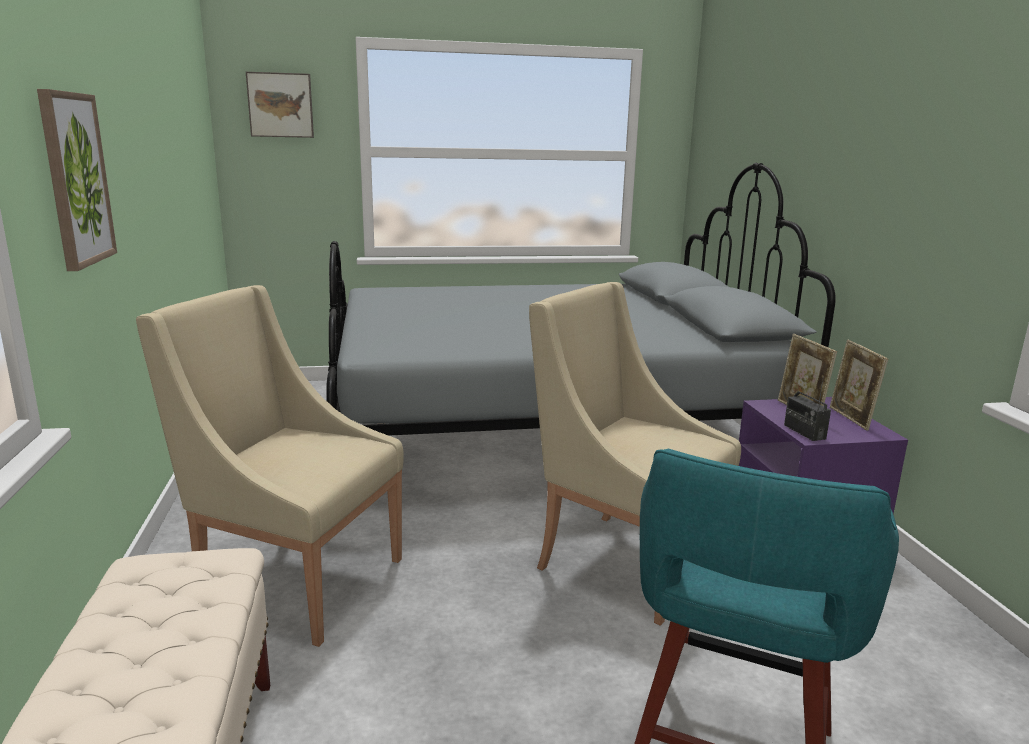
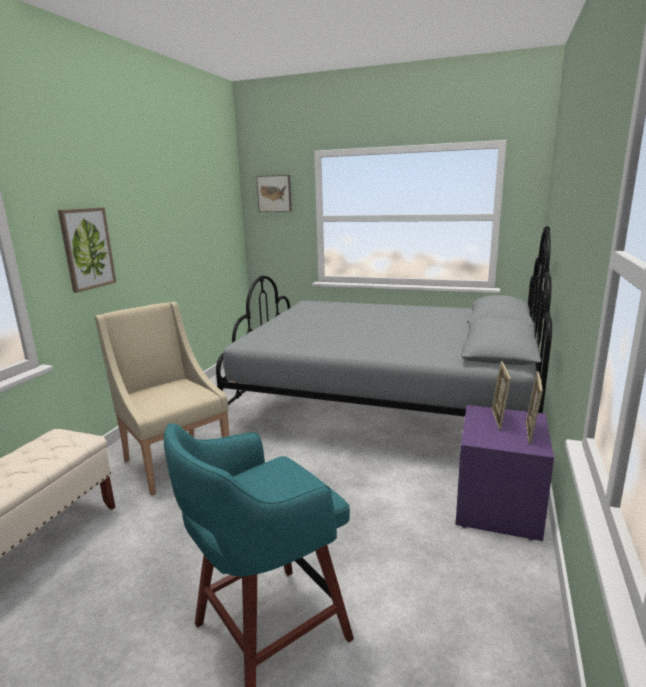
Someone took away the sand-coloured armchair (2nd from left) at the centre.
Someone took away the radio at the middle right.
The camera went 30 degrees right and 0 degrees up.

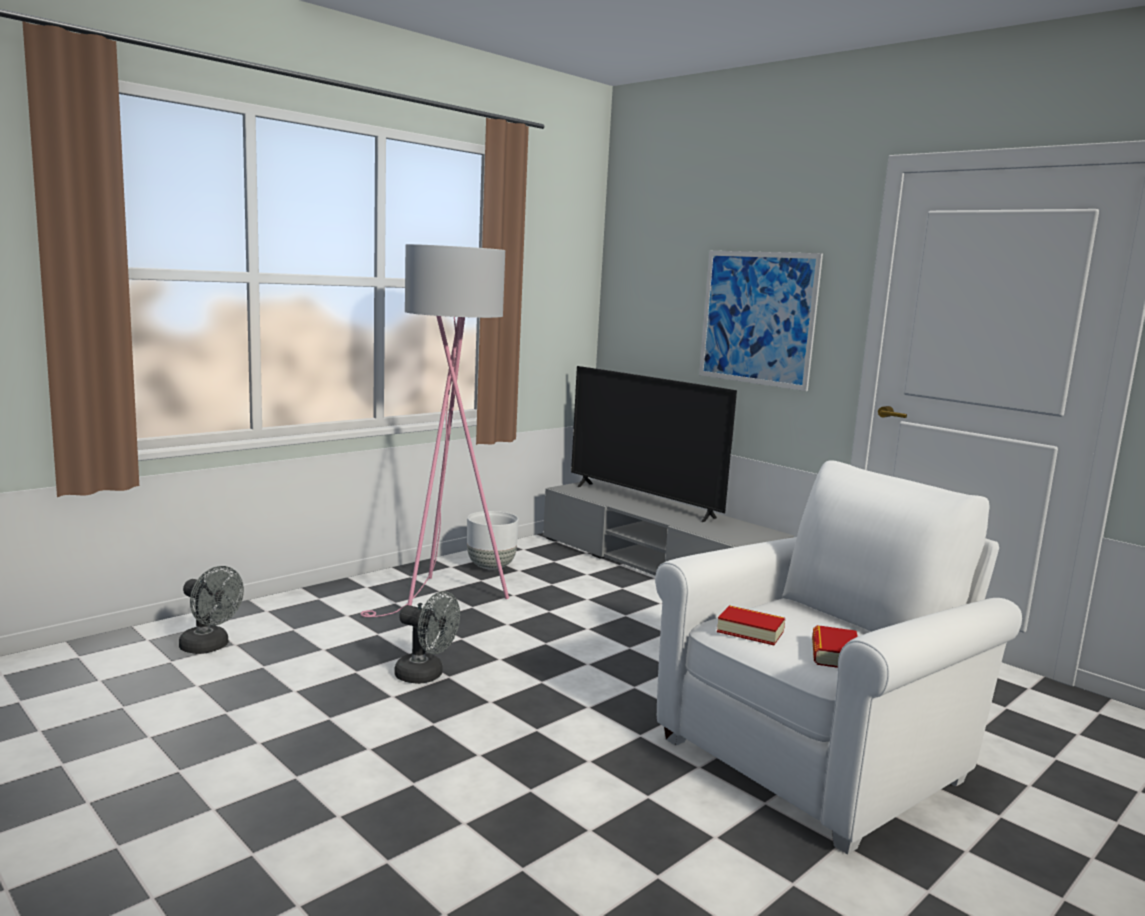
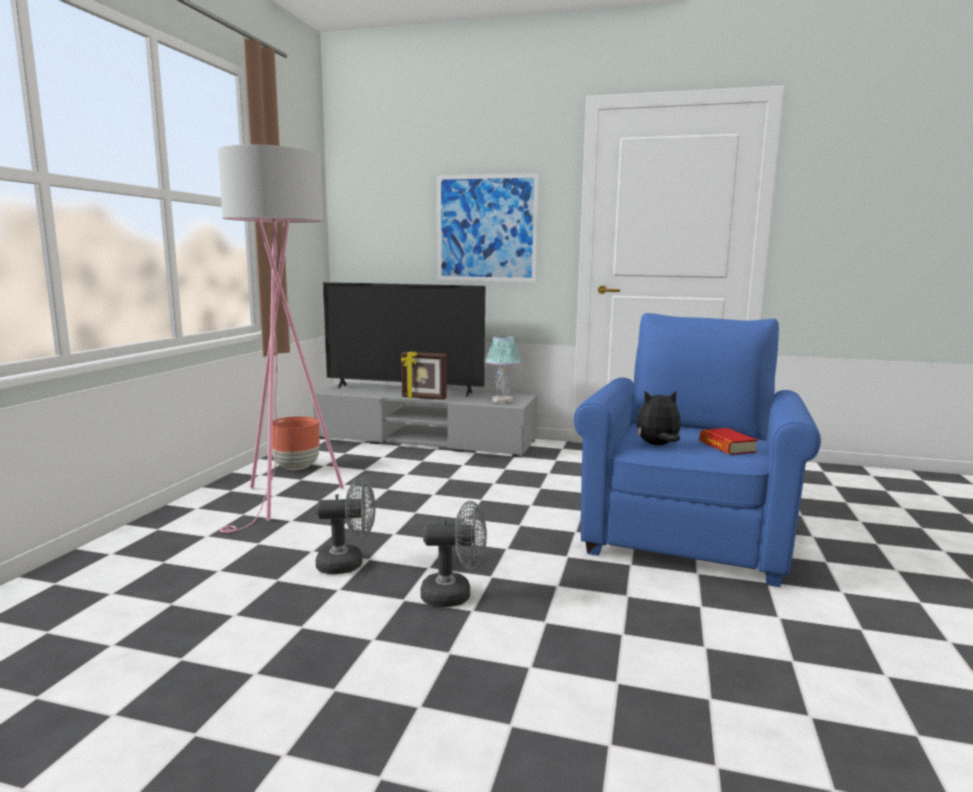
Someone repainted the whitish armchair at the bottom right, which became the blue-coloured armchair at the middle right.
Someone repainted the whitish plant pot at the centre, which became the brownish plant pot at the middle left.
Someone carried the gray fan (1st from left in the first image) from the middle left to the bottom centre.
Someone swapped the volume (1st from left) at the bottom centre for the plush toy at the middle right.
Someone put down the tabletop lamp at the centre.
Someone put down the picture frame at the centre.
The camera went 30 degrees left and 0 degrees up.

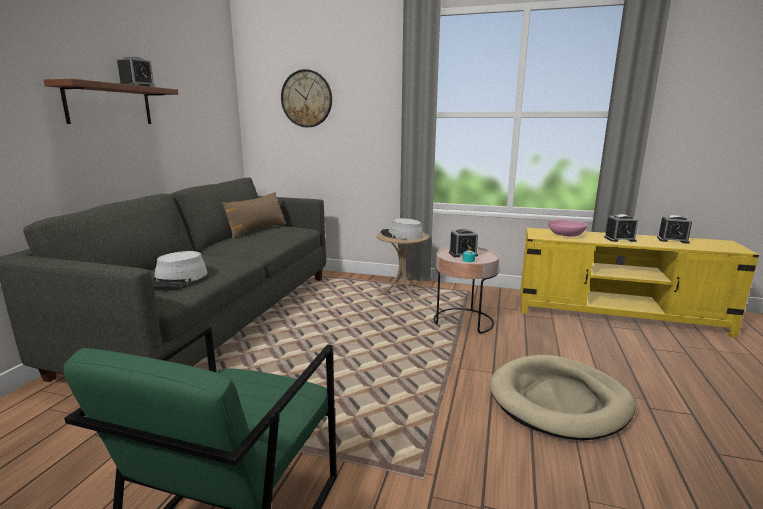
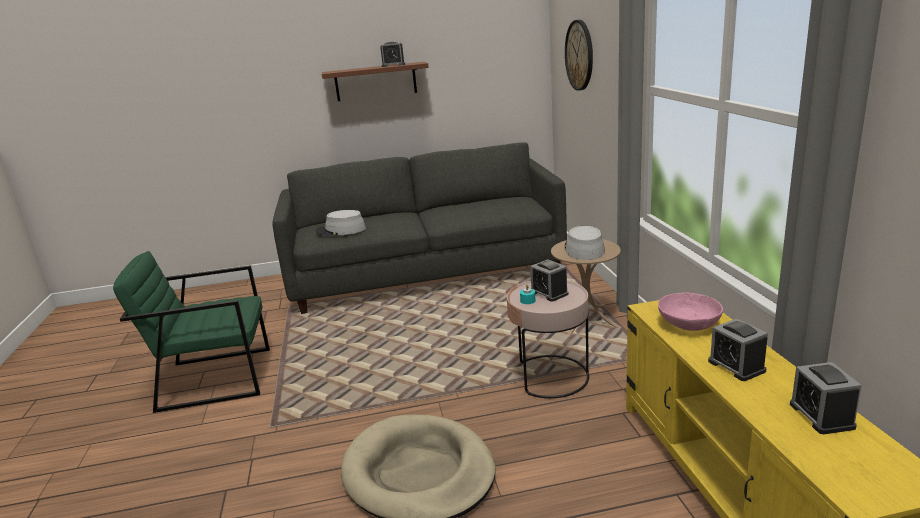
Someone took away the brownish pillow at the middle left.
The camera went 65 degrees right and 5 degrees up.

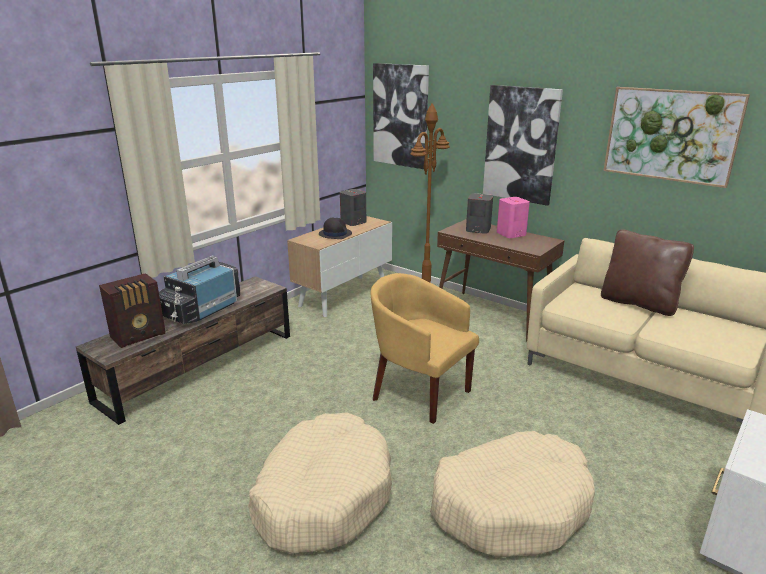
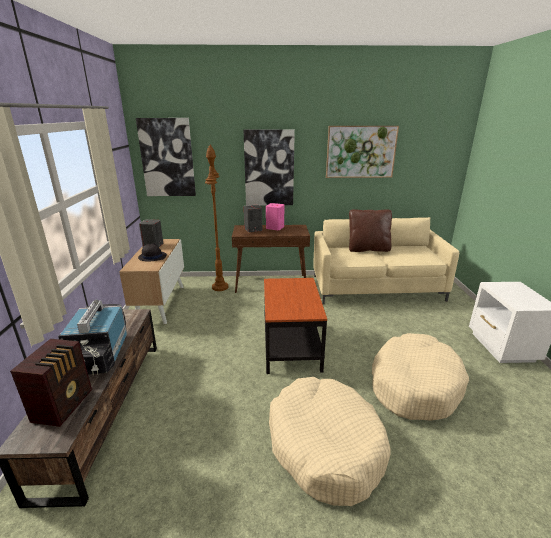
Someone swapped the yellow armchair at the centre for the accent table at the centre.
The camera went 40 degrees left and 0 degrees up.

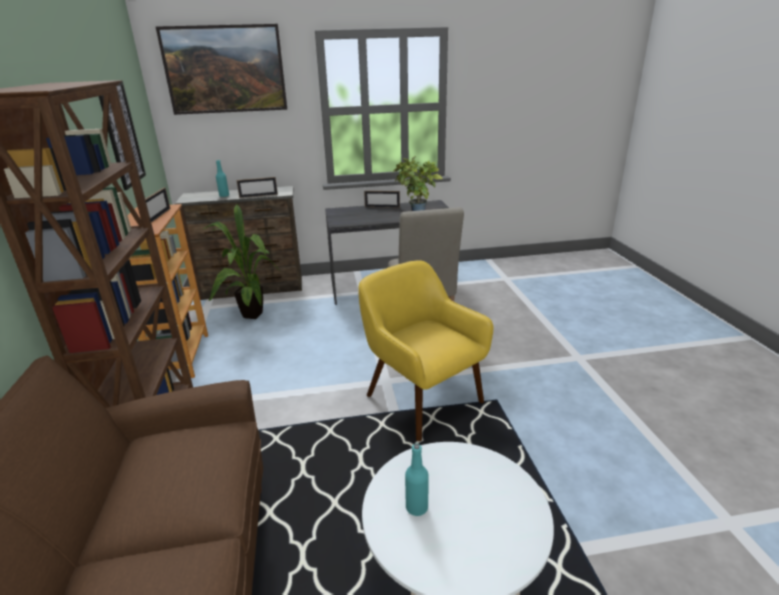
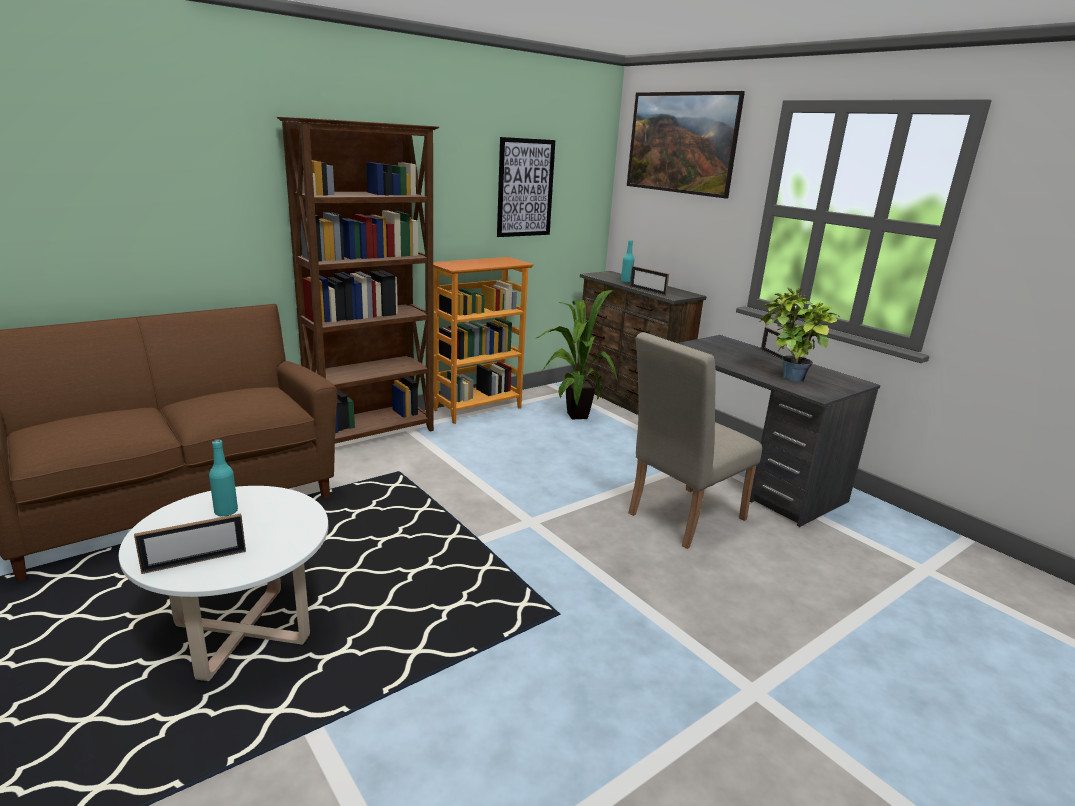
Someone carried the picture frame (1st from left) from the middle left to the bottom left.
Someone took away the yellow armchair at the centre.
The camera went 60 degrees right and 5 degrees down.

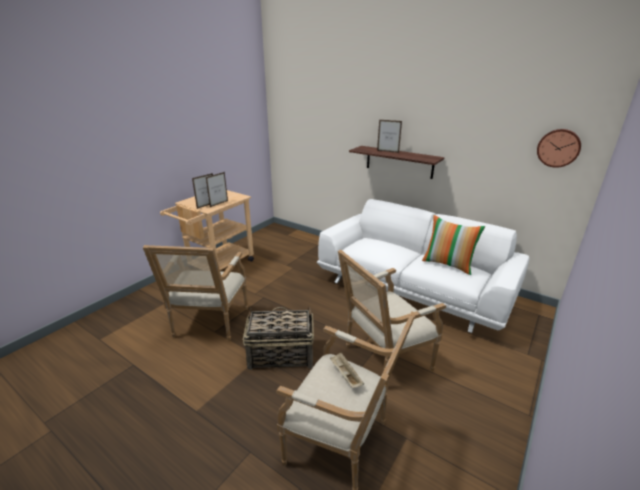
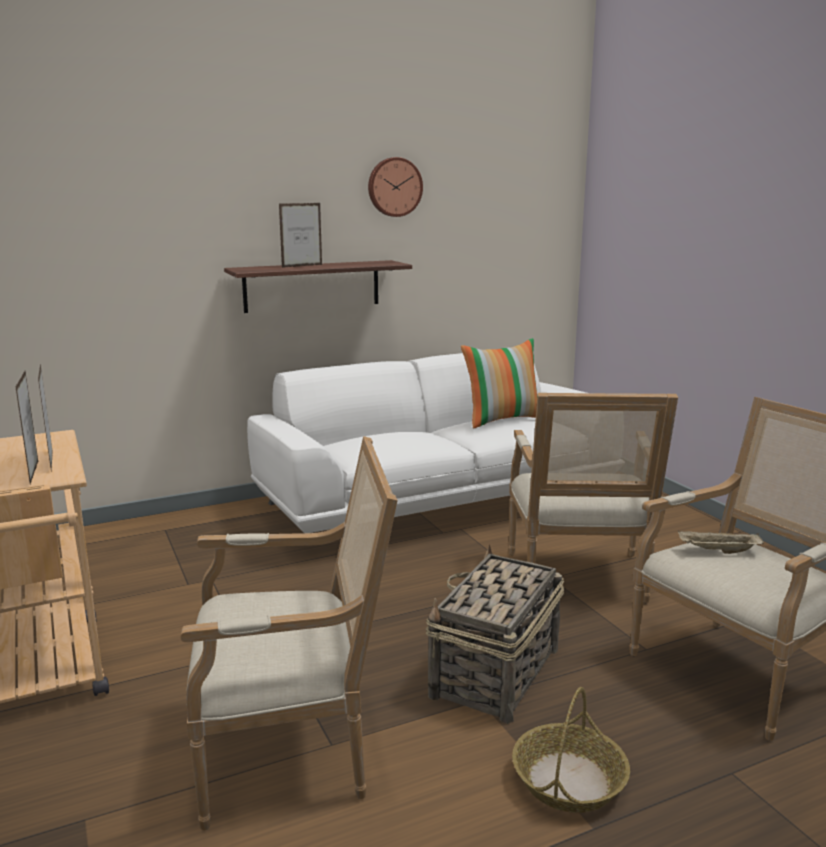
Someone carried the hanging clock from the top right to the top centre.
Someone rotated the armchair (1st from left) at the middle left by 45 degrees counterclockwise.
Someone put down the storage basket (2nd from left) at the bottom right.
The camera went 60 degrees left and 10 degrees down.

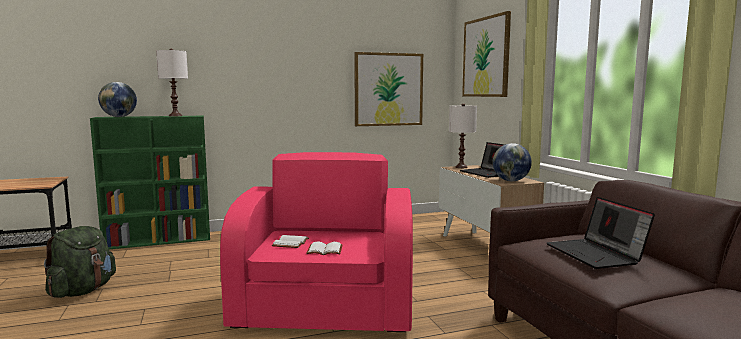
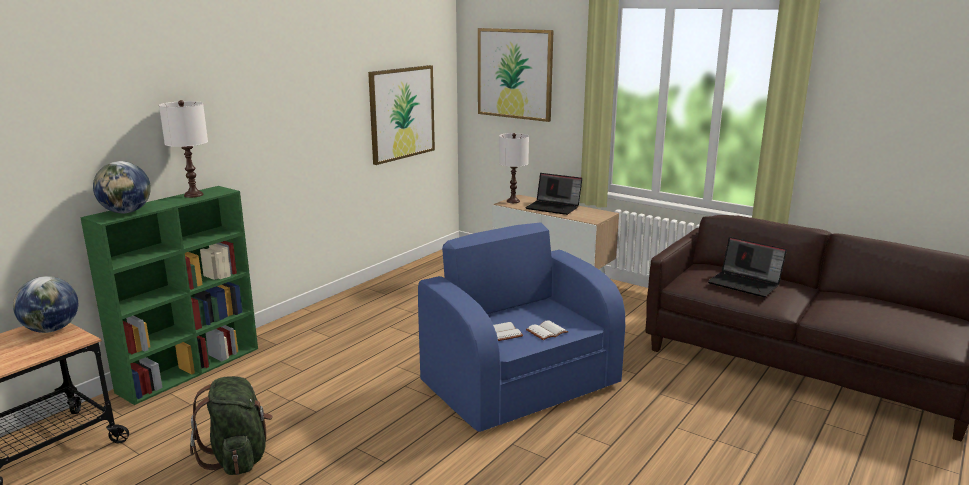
Someone carried the desk globe (2nd from left in the first image) from the middle right to the middle left.
Someone repainted the pinkish armchair at the bottom centre, which became the blue-coloured armchair at the bottom centre.
The camera went 35 degrees left and 10 degrees up.

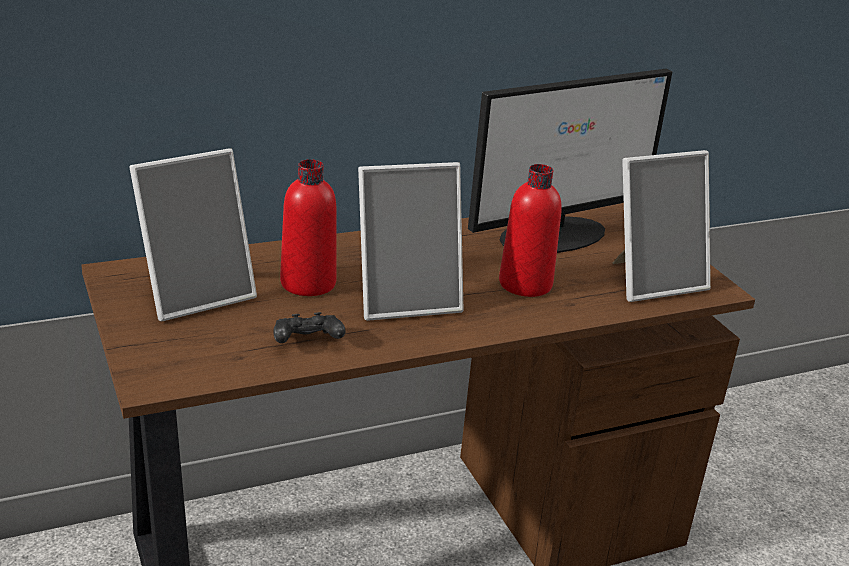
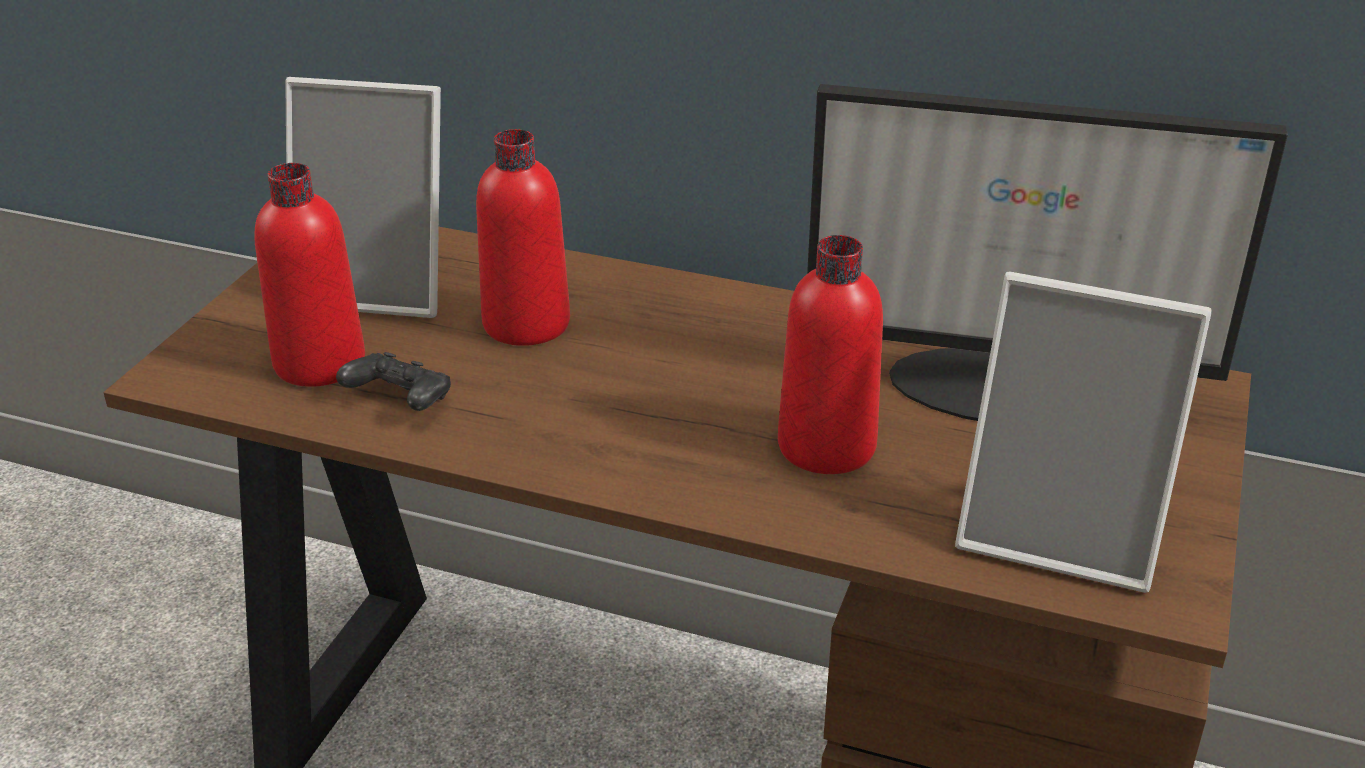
Someone took away the picture frame (2nd from left) at the centre.
Someone put down the red-coloured drink bottle (1st from left) at the middle left.
The camera went 45 degrees right and 5 degrees up.

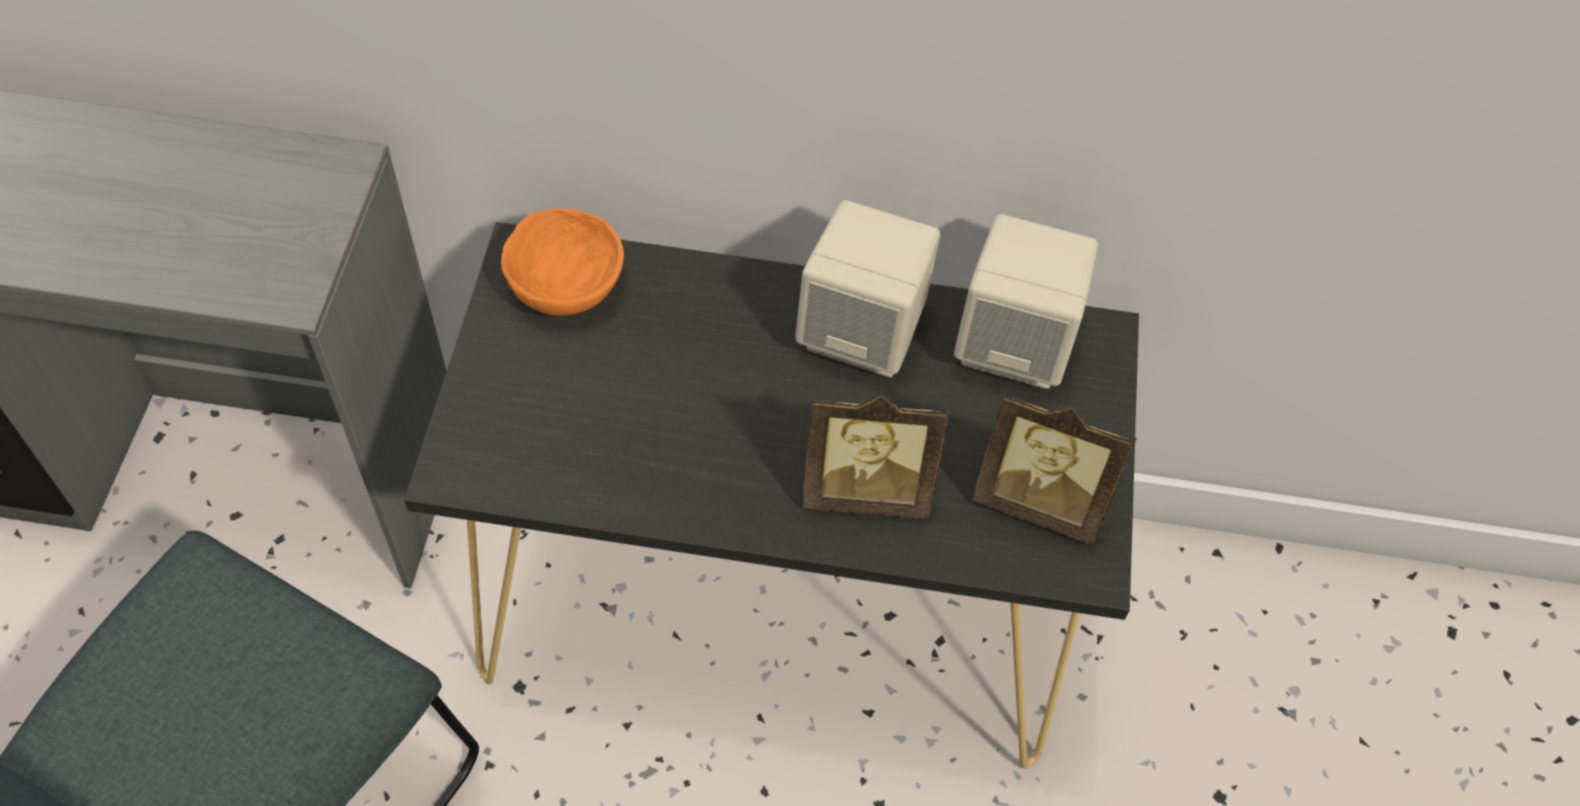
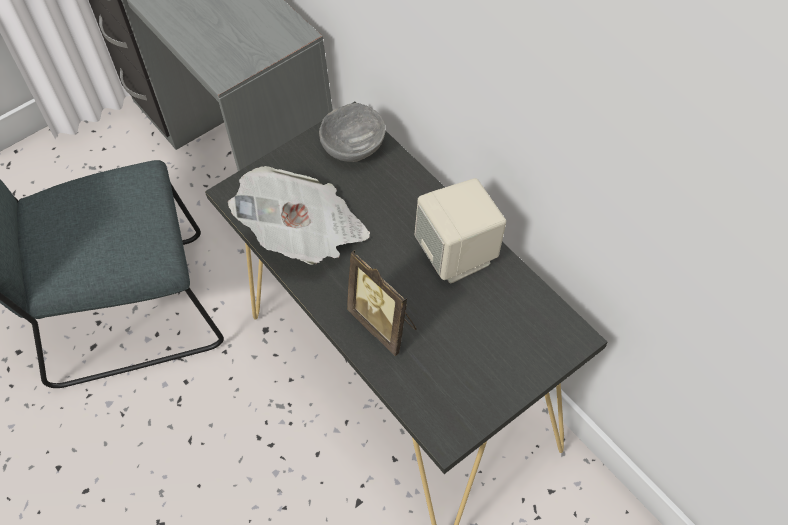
Someone repainted the orange serving bowl at the top centre, which became the gray serving bowl at the top centre.
Someone took away the sand-coloured audio speaker (2nd from left) at the centre.
Someone took away the picture frame (2nd from left) at the middle right.
Someone put down the daily paper at the centre.
The camera went 50 degrees right and 0 degrees up.

